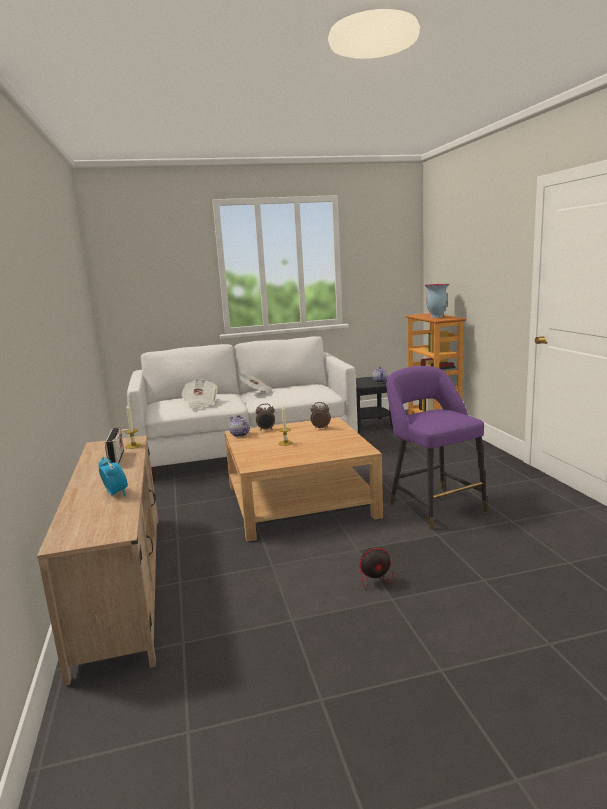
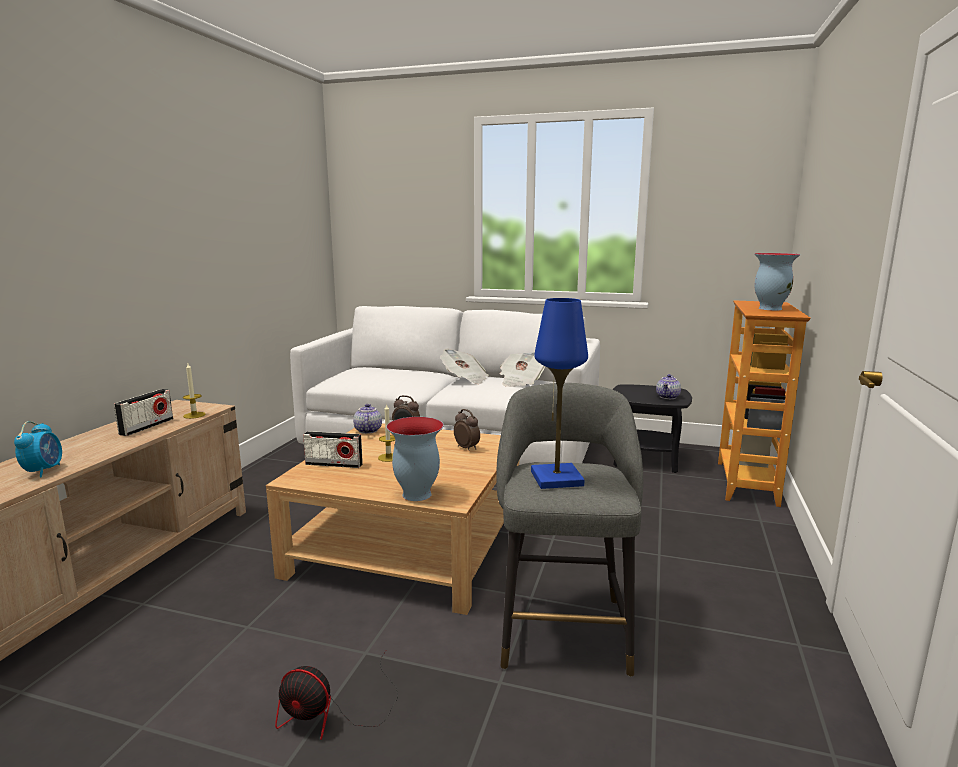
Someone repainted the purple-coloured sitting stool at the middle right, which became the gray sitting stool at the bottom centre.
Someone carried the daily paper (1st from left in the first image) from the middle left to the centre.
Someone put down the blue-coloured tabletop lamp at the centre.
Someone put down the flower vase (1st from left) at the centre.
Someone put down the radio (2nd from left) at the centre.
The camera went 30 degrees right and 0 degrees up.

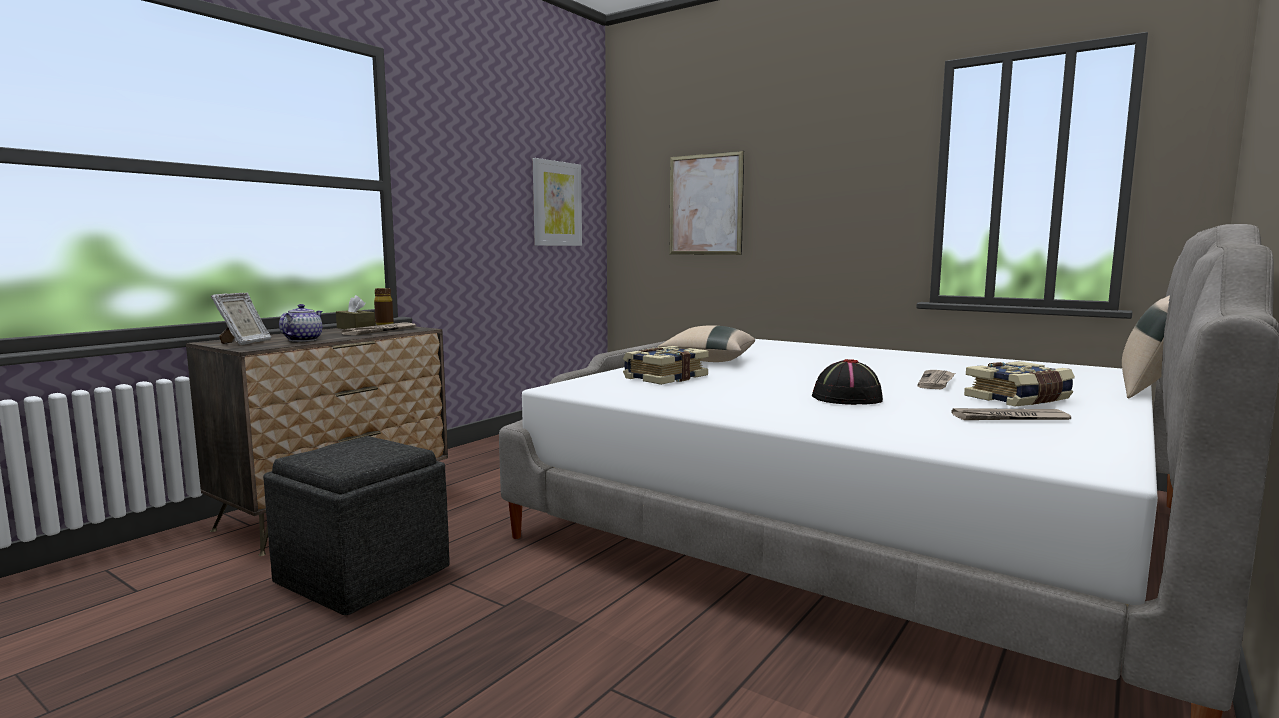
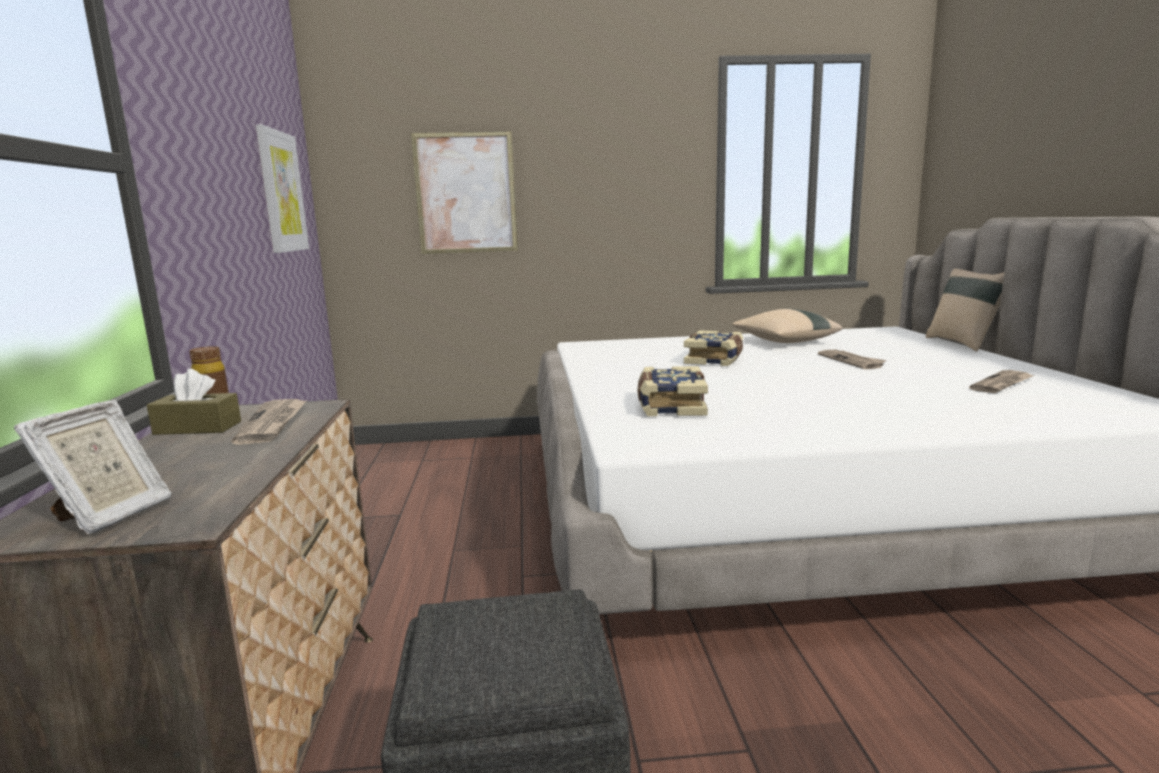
Someone rotated the picture frame at the middle left by 45 degrees clockwise.
Someone took away the teapot at the middle left.
Someone carried the sand-coloured pillow (1st from left) from the centre to the middle right.
Someone took away the black-coloured wearable hat at the centre.
Someone carried the volume (2nd from left) from the middle right to the centre.
The camera went 40 degrees left and 5 degrees up.

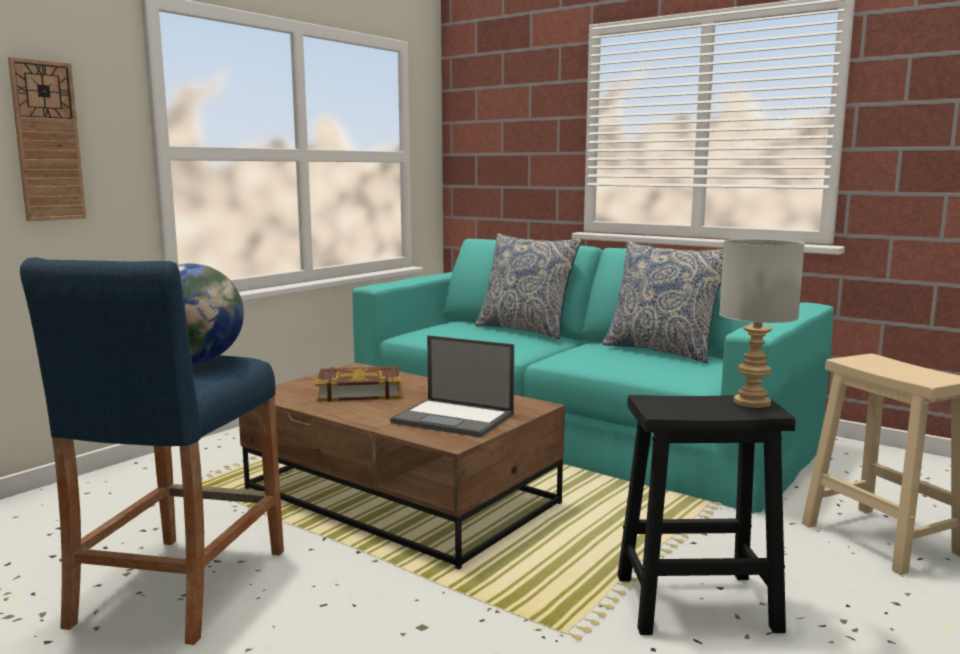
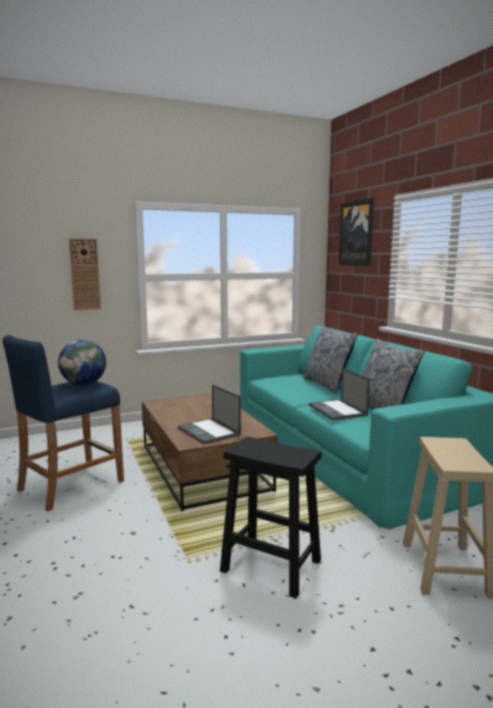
Someone took away the gray tabletop lamp at the middle right.
Someone took away the volume at the centre.
Someone put up the picture at the top right.
Someone put down the portable computer (2nd from left) at the middle right.
The camera went 30 degrees right and 0 degrees up.

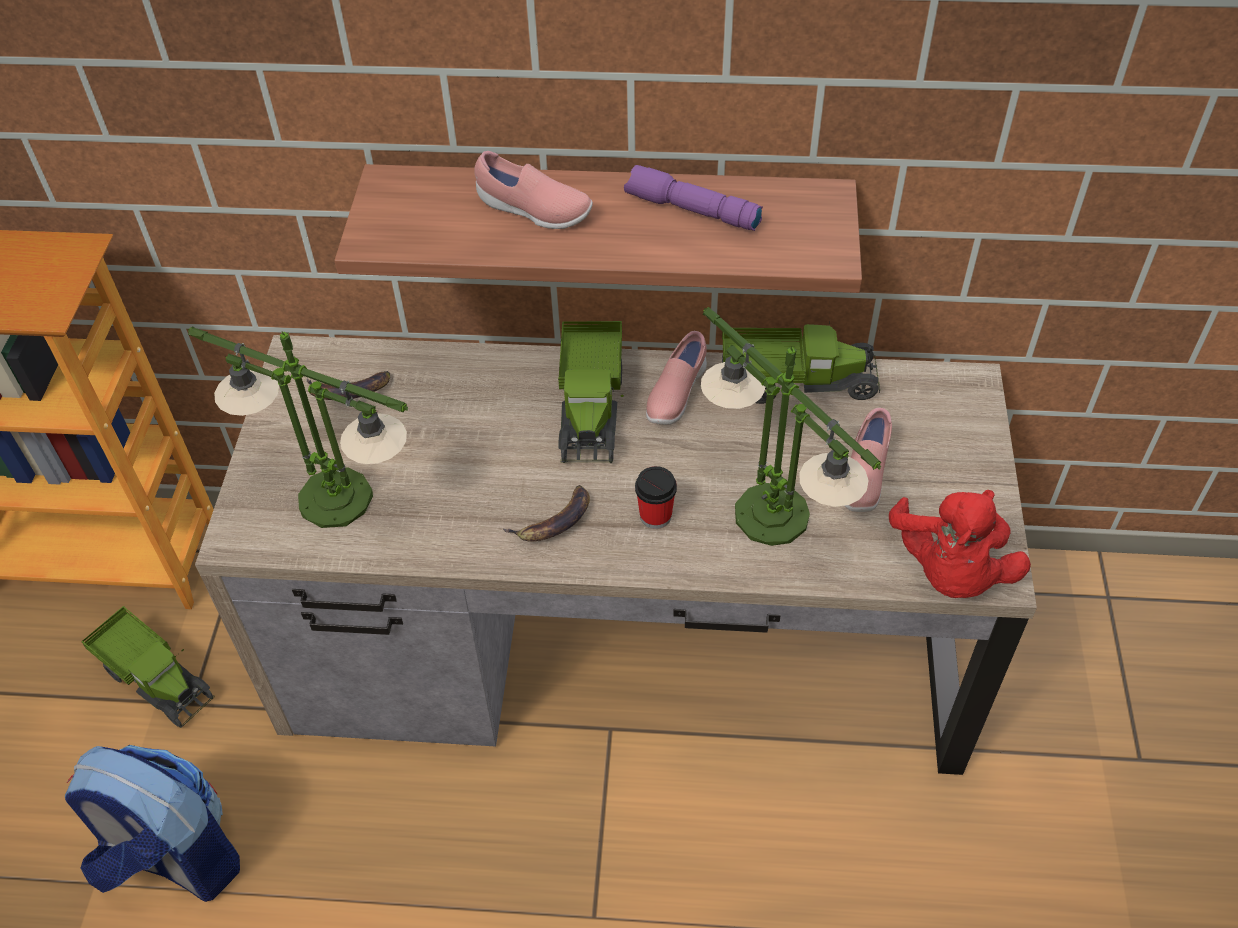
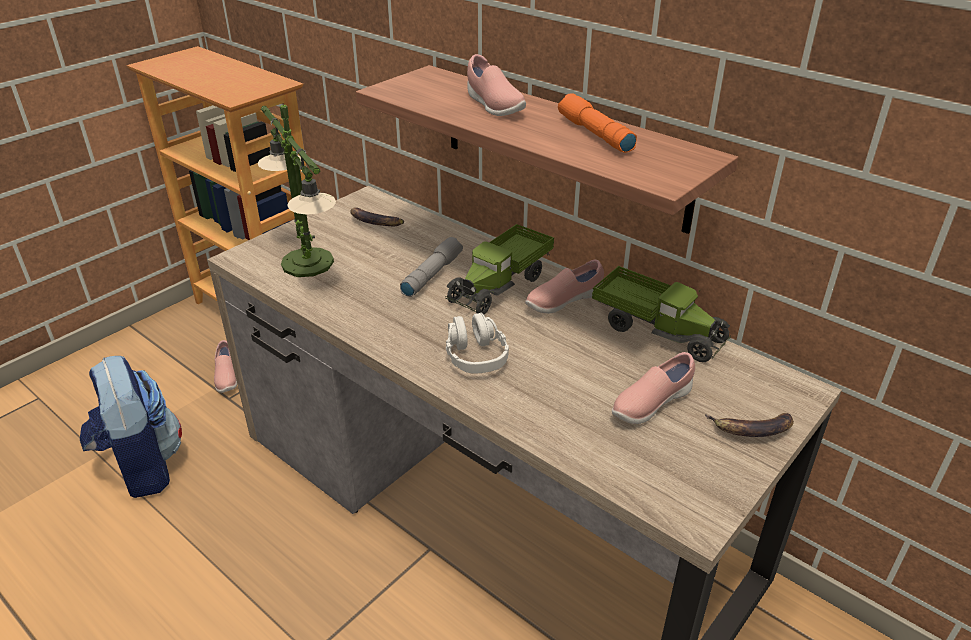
Someone repainted the purple-coloured hand torch at the top centre, which became the orange hand torch at the top centre.
Someone took away the tabletop lamp (2nd from left) at the centre.
Someone swapped the cup at the centre for the gray pair of headphones at the centre.
Someone carried the banana fruit (2nd from left) from the centre to the middle right.
Someone took away the red-coloured plush toy at the middle right.
Someone swapped the toy lorry (1st from left) at the bottom left for the pinkish shoe (1st from left) at the middle left.
Someone put down the gray hand torch at the centre.
The camera went 35 degrees right and 15 degrees down.

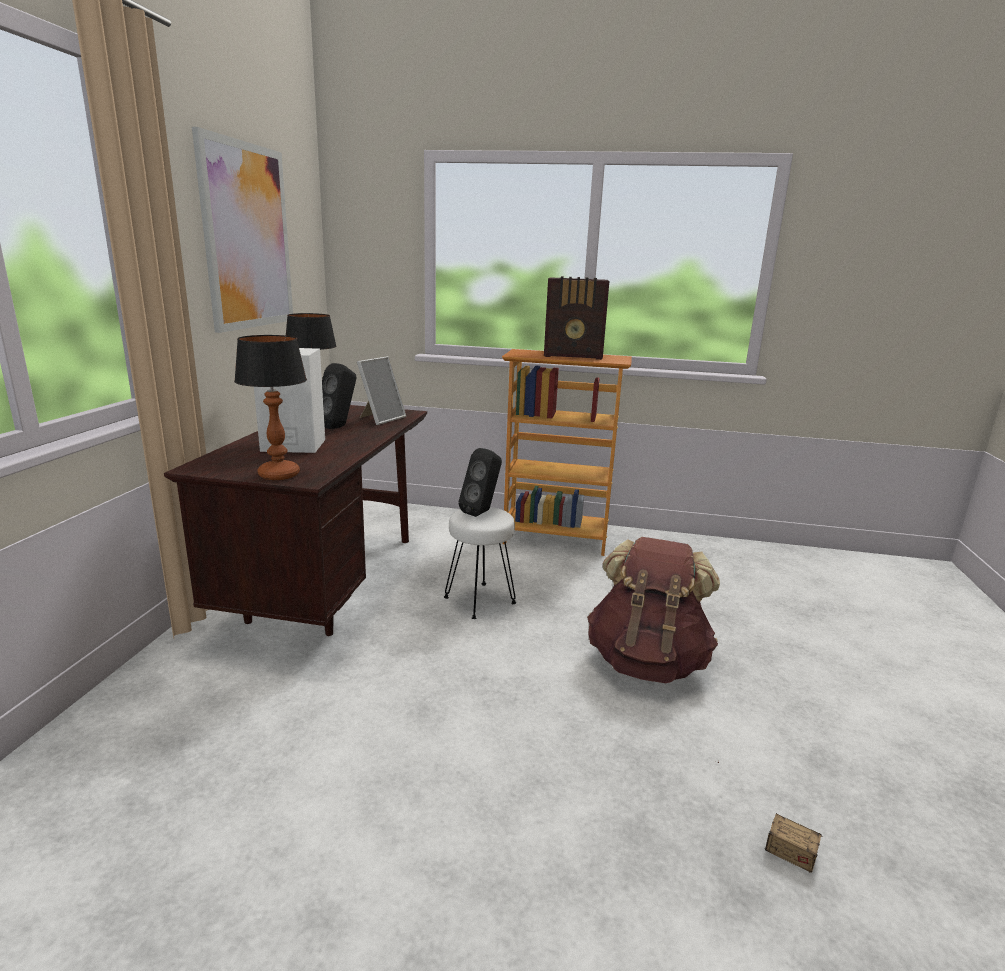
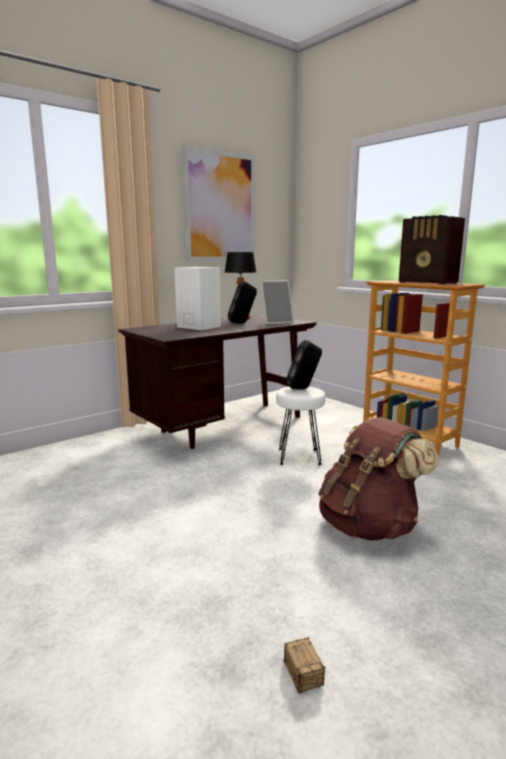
Someone took away the tabletop lamp (1st from left) at the middle left.
The camera went 40 degrees right and 5 degrees down.

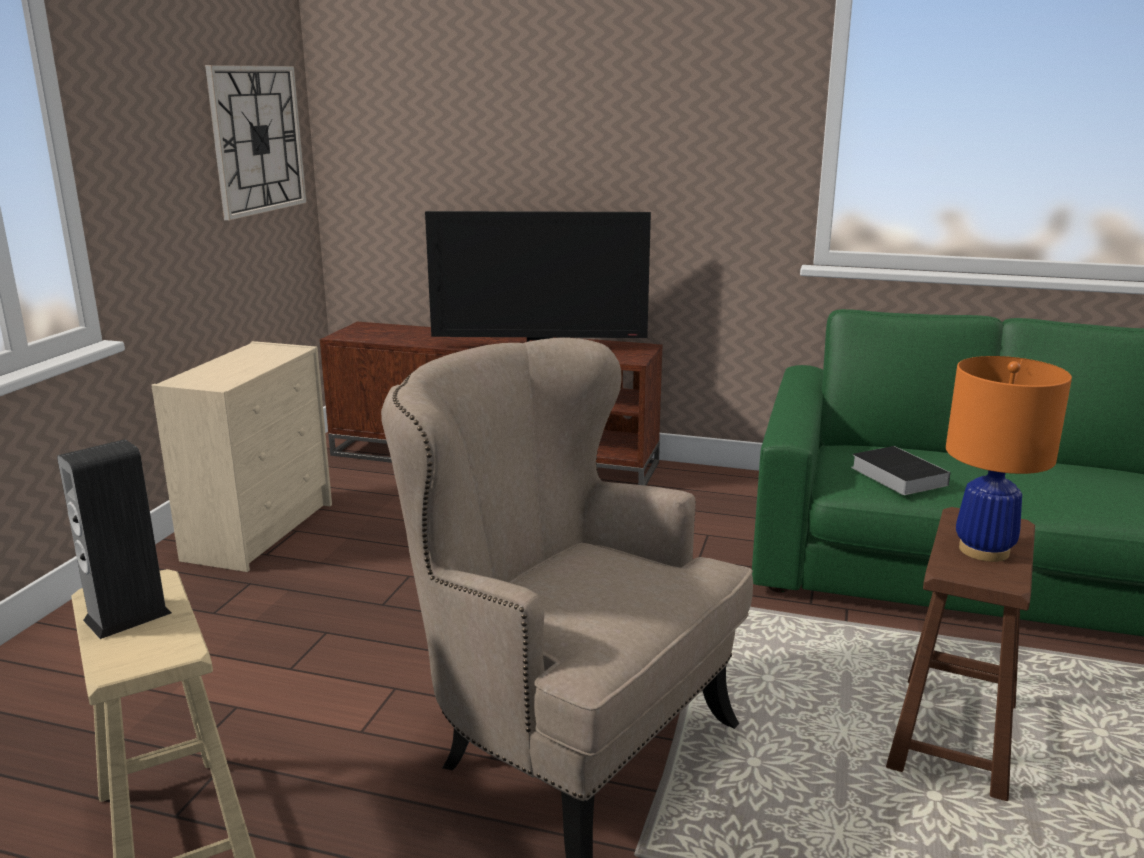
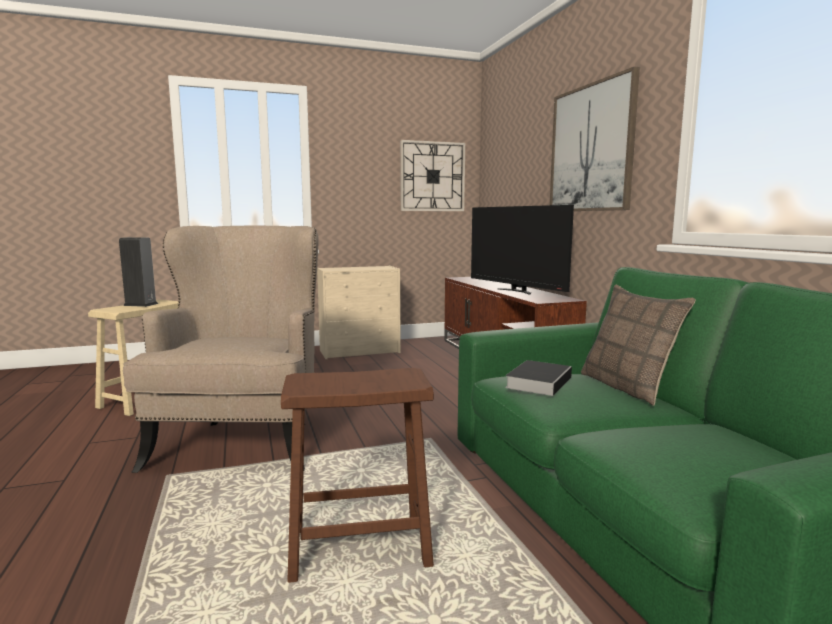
Someone took away the orange tabletop lamp at the middle right.
Someone put up the picture at the top right.
Someone put down the pillow at the middle right.
The camera went 55 degrees right and 10 degrees down.

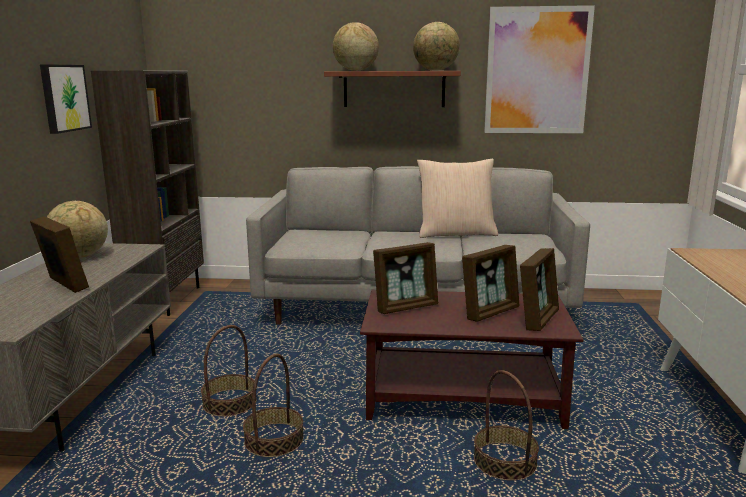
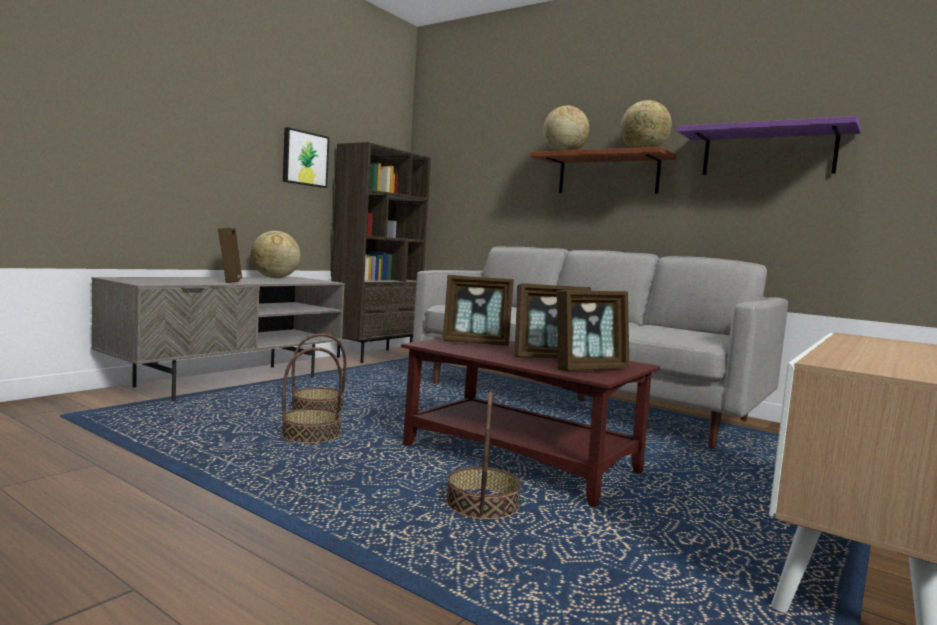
Someone swapped the picture (2nd from left) at the top right for the purple-coloured wall shelf at the top right.
Someone took away the sand-coloured pillow at the centre.
The camera went 30 degrees right and 10 degrees down.

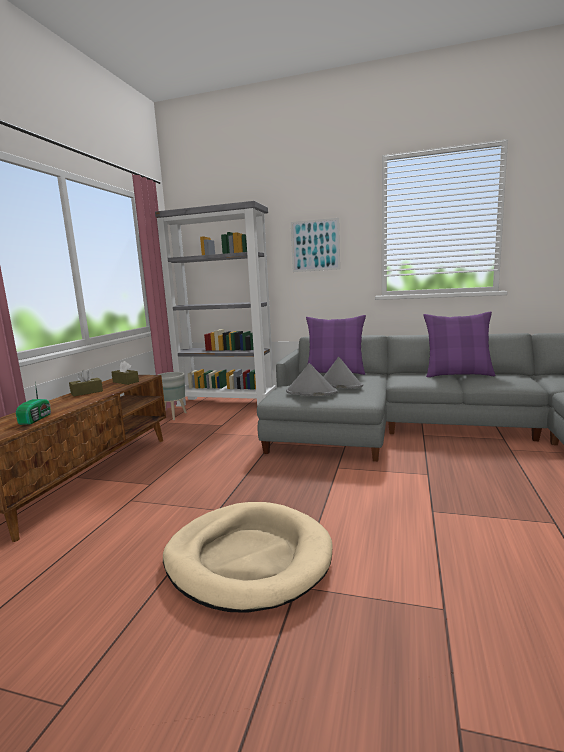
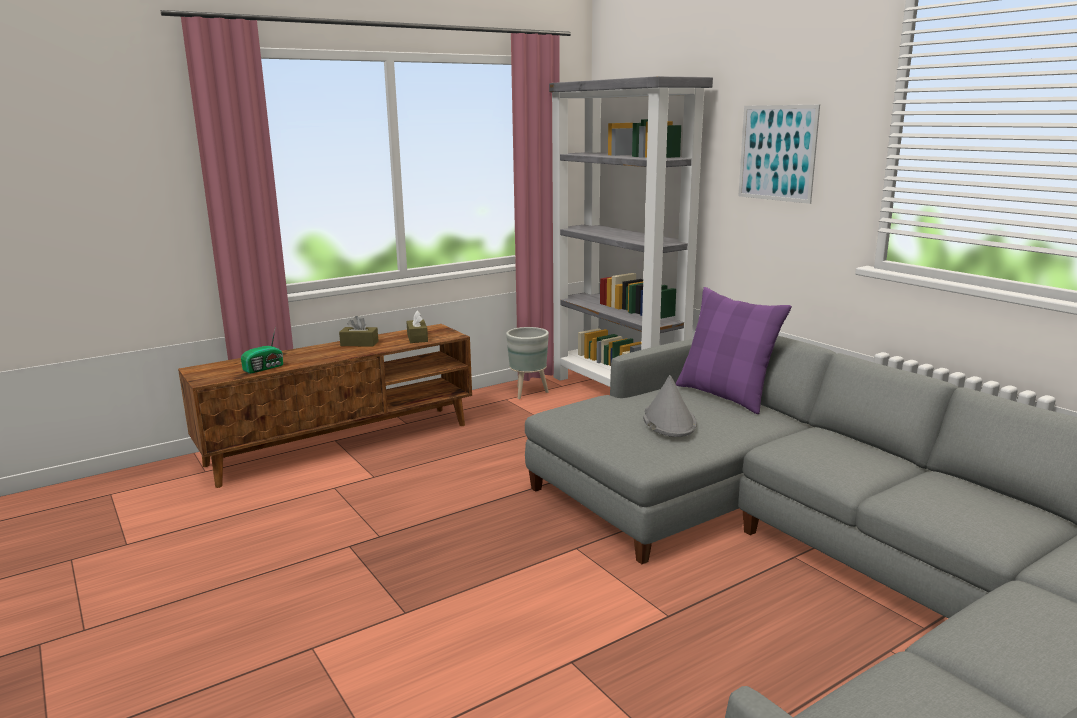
Someone took away the purple-coloured pillow (2nd from left) at the middle right.
Someone took away the gray wearable hat (1st from left) at the centre.
Someone took away the sand-coloured pet bed at the bottom centre.
The camera went 40 degrees right and 5 degrees up.

